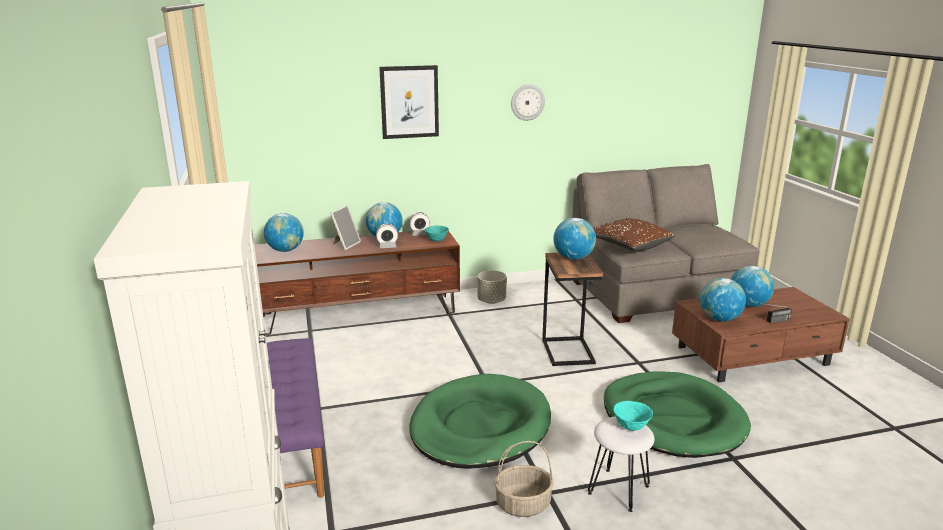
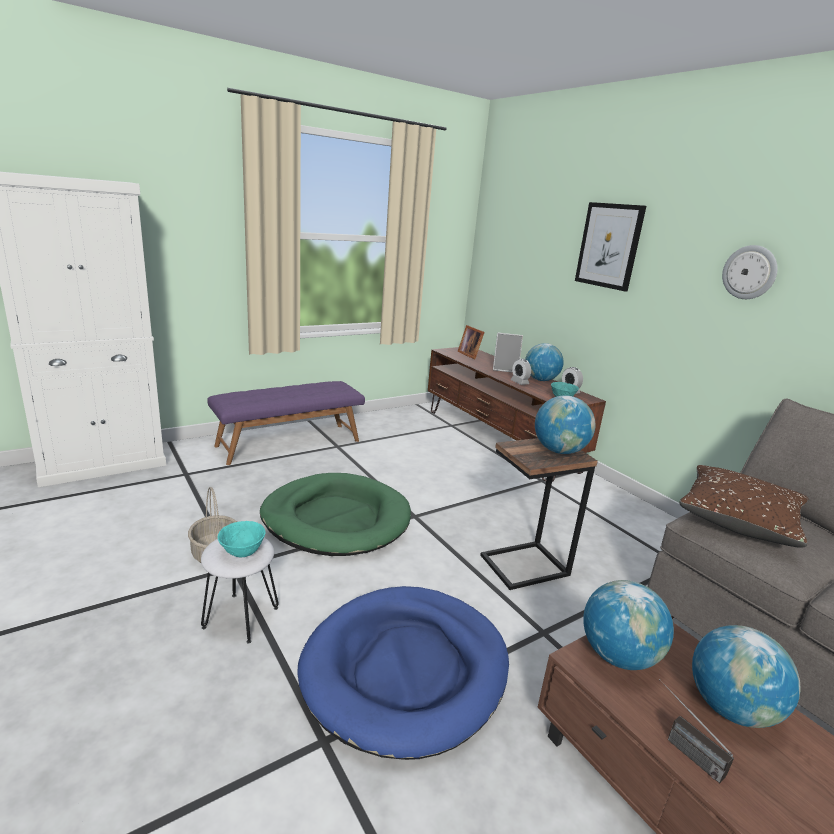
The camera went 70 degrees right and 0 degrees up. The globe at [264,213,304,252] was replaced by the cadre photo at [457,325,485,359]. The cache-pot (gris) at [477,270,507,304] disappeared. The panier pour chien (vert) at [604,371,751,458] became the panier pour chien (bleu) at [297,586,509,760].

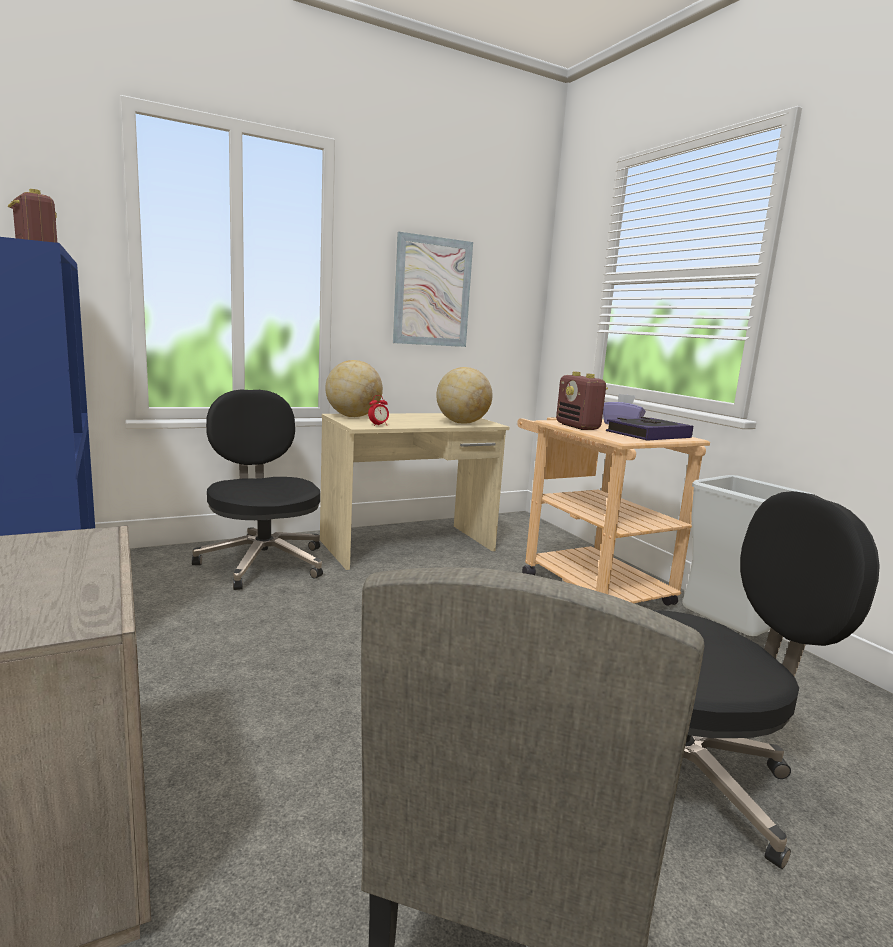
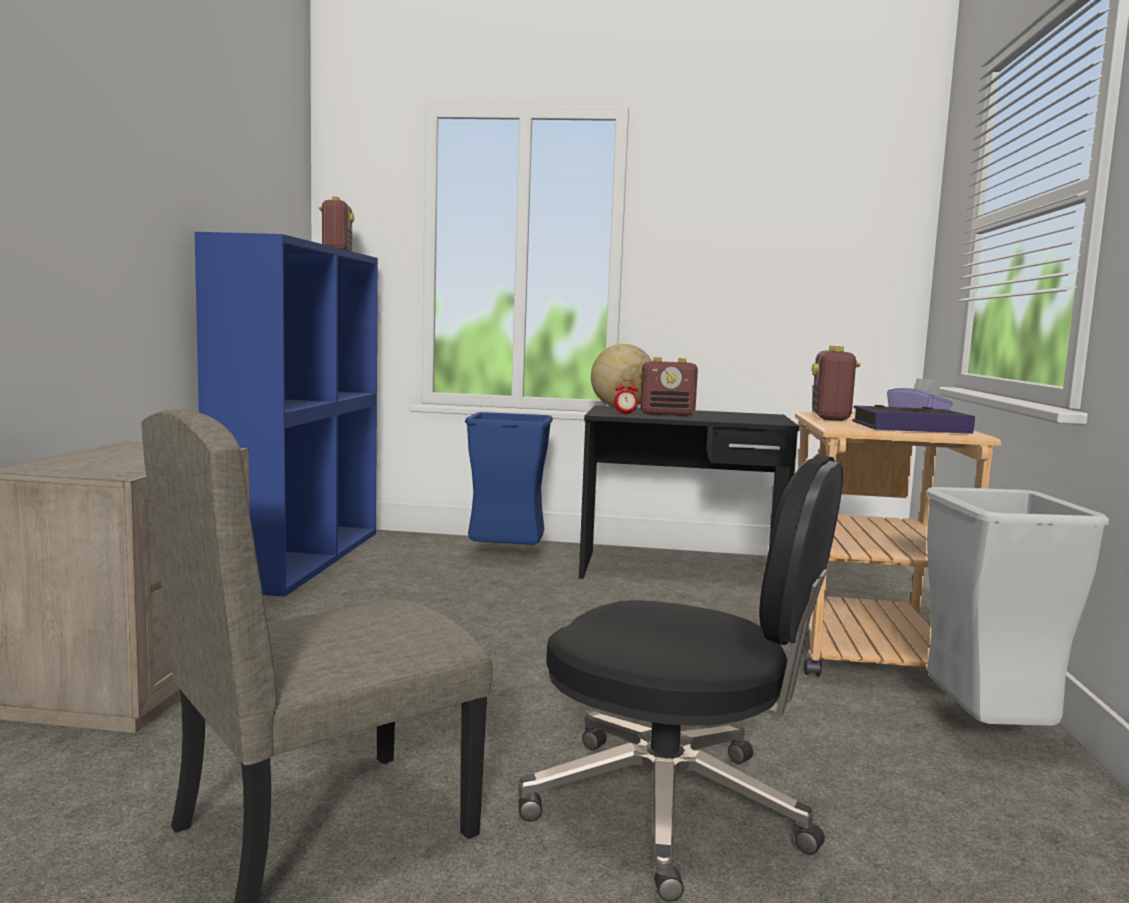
The camera went 35 degrees right and 5 degrees down. The chaise de bureau (noir) at [192,389,323,590] was replaced by the poubelle (bleu) at [465,412,553,545]. The bureau (beige) at [320,413,509,570] became the bureau (noir) at [579,406,800,579]. The tableau at [393,232,473,347] disappeared. The globe at [436,367,492,424] disappeared. The radio at [640,357,698,416] appeared.

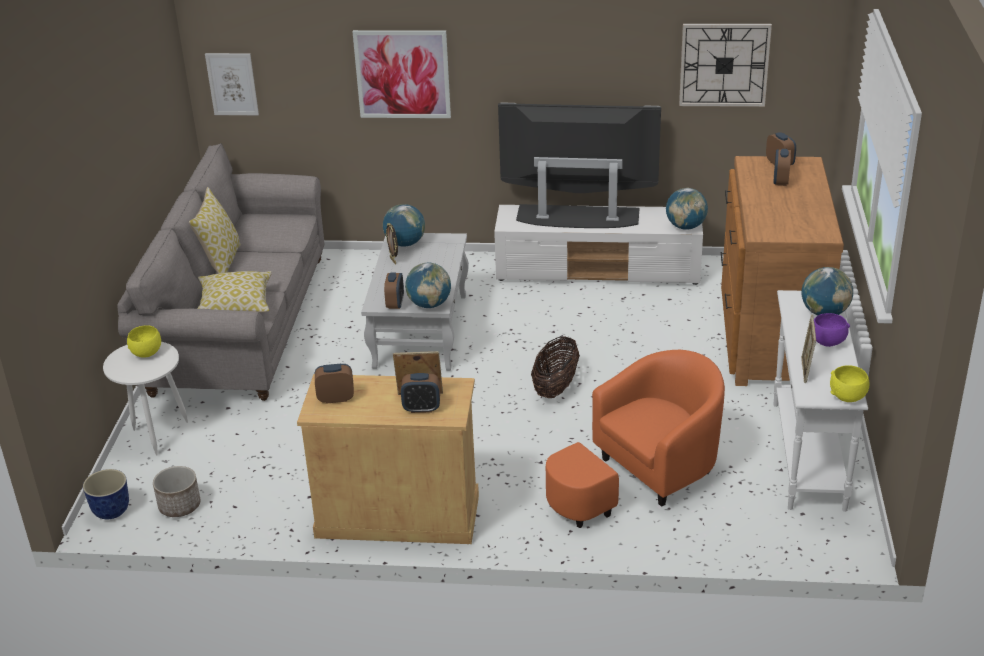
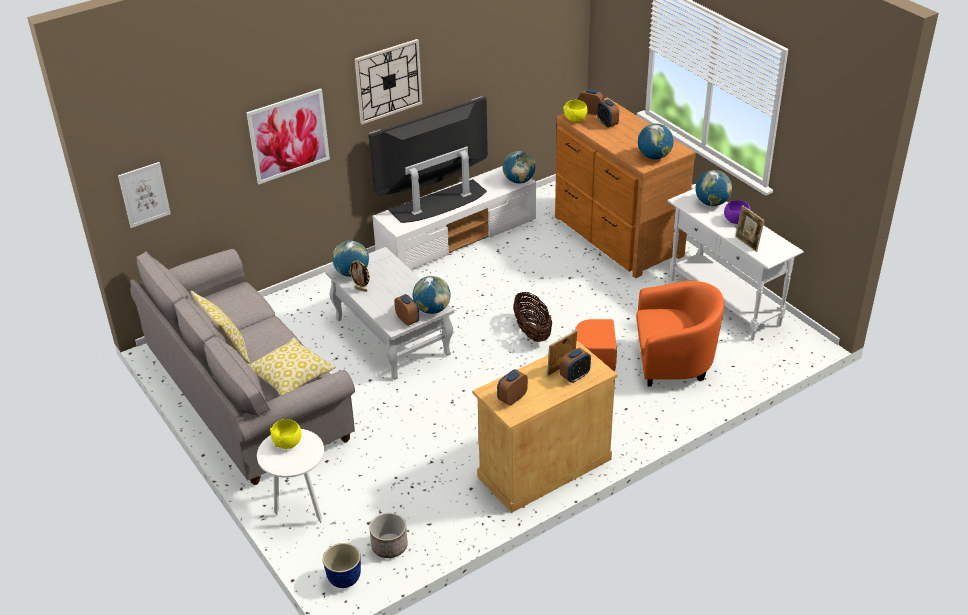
The camera went 40 degrees left and 5 degrees up. The fauteuil (orange) at [546,350,725,528] turned 75 degrees clockwise. The horloge murale moved from [679,24,772,107] to [355,39,422,125]. The bol (jaune) moved from [830,365,869,402] to [563,100,588,122]. The globe at [638,123,674,159] appeared.

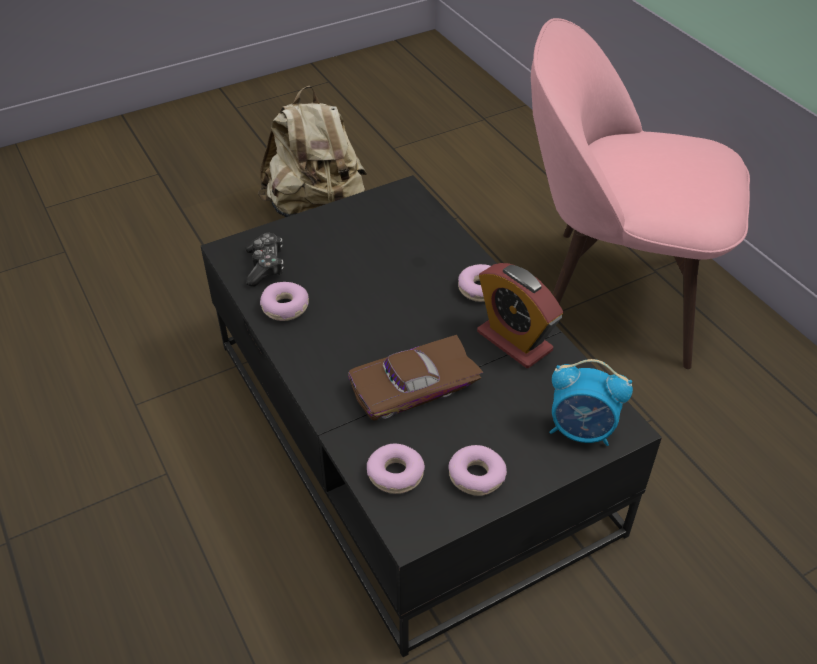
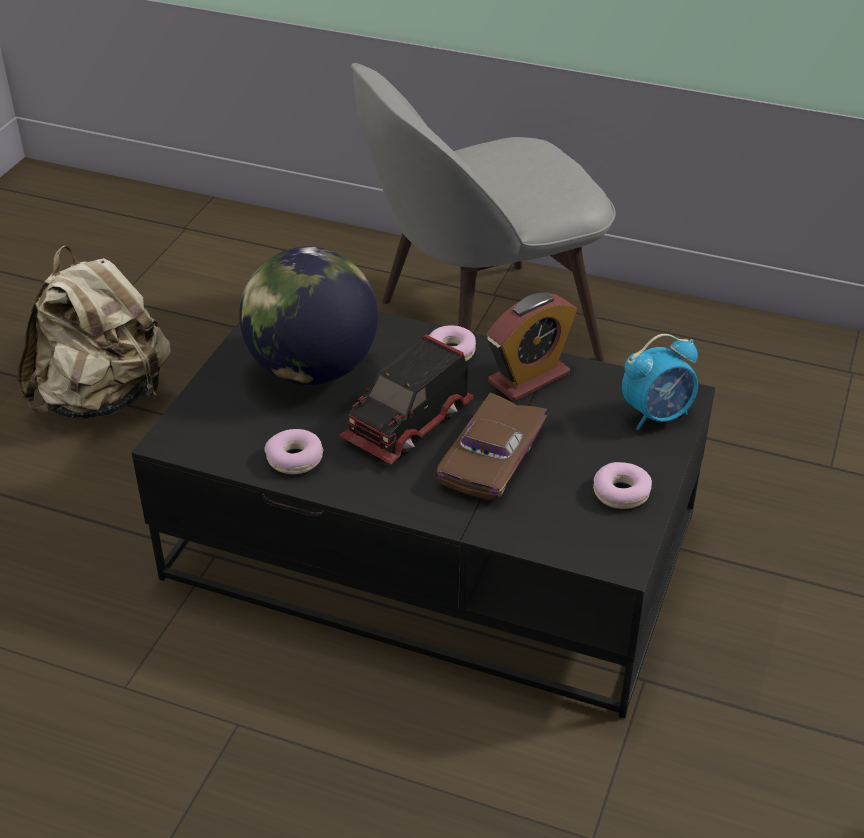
The camera went 40 degrees left and 5 degrees down. The manette at [245,233,284,287] disappeared. The beignet at [367,444,425,494] disappeared. The réveil at [477,263,563,368] turned 45 degrees counterclockwise. The chaise (rose) at [531,18,750,369] became the chaise (gris) at [351,63,616,362]. The globe at [239,246,378,385] appeared. The camion jouet at [339,335,474,465] appeared.

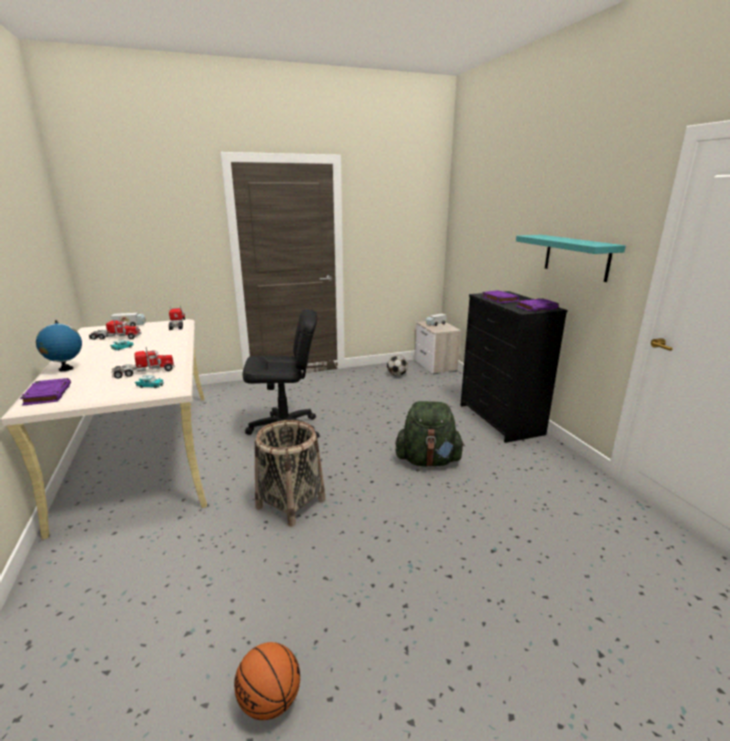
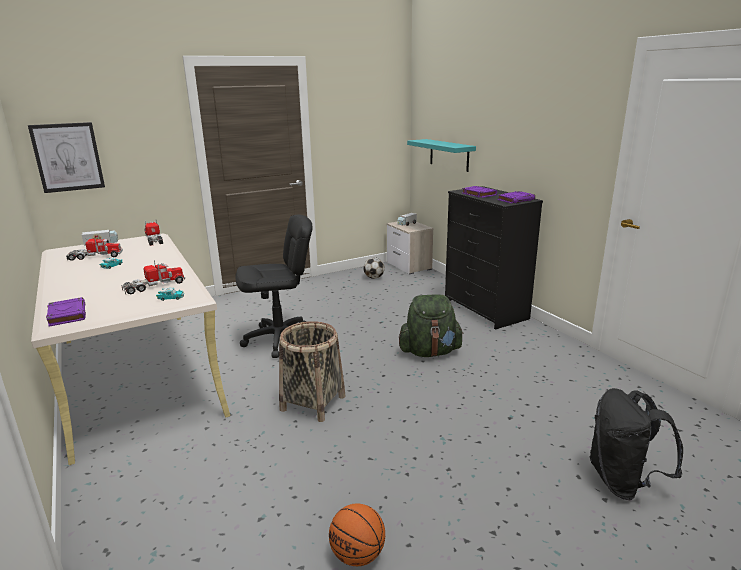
The camera went 10 degrees left and 0 degrees up. The globe at [36,320,82,371] disappeared. The étagère (turquoise) moved from [516,235,626,282] to [407,139,476,172]. The tableau at [28,122,105,193] appeared. The sac à dos (noir) at [589,388,683,500] appeared.

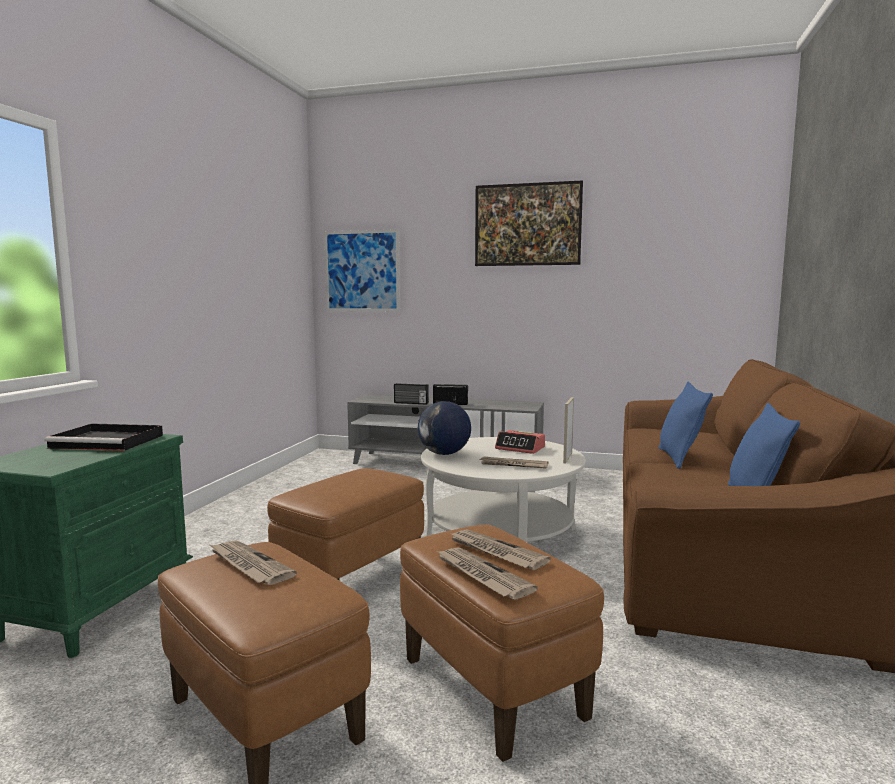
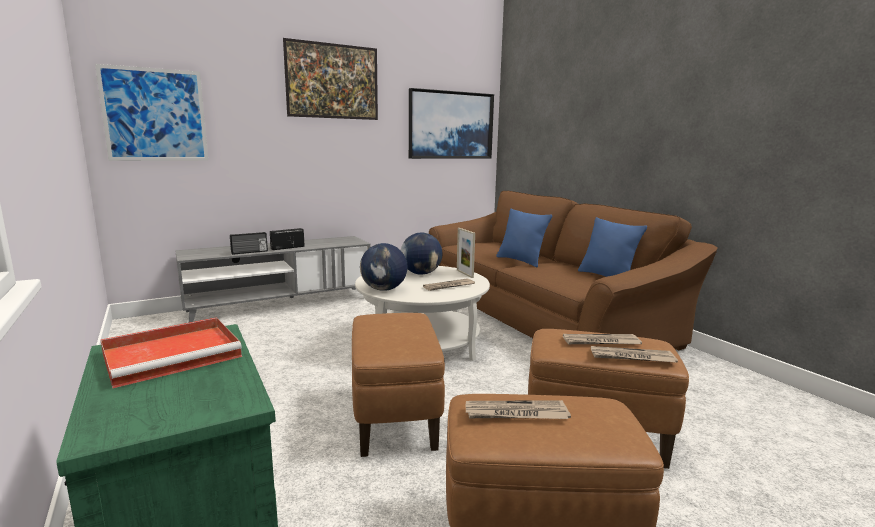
The camera went 45 degrees left and 5 degrees up. The plateau (noir) at [45,423,163,451] became the plateau (rouge) at [101,317,242,388]. The réveil at [495,430,545,454] was replaced by the globe at [401,232,442,275]. The tableau at [409,88,494,159] appeared.

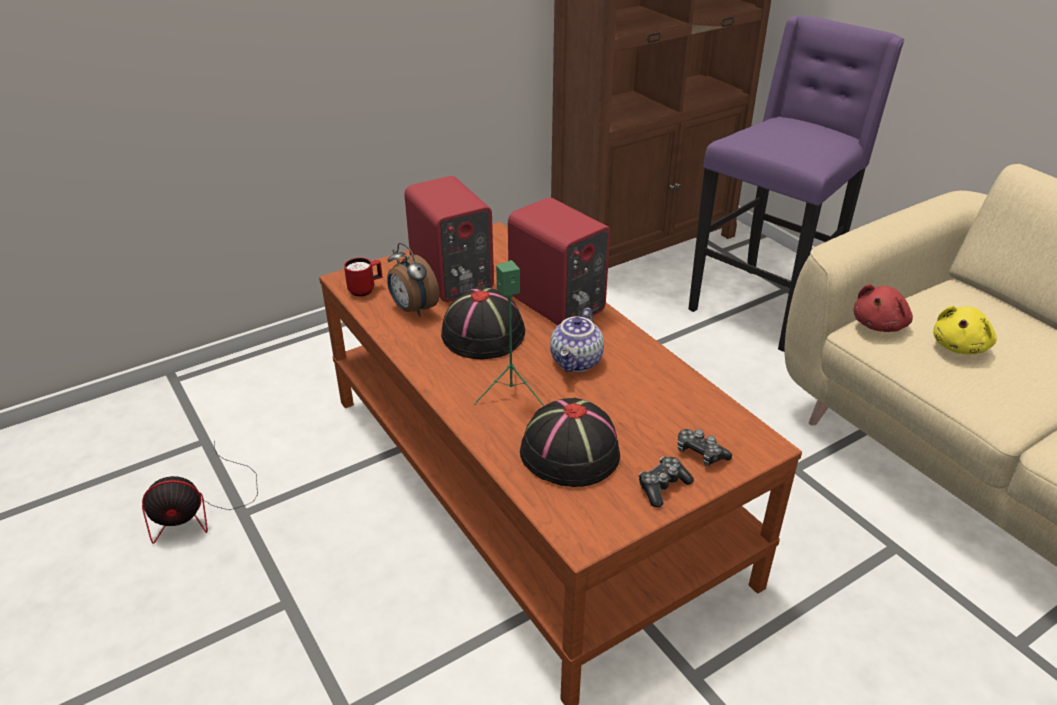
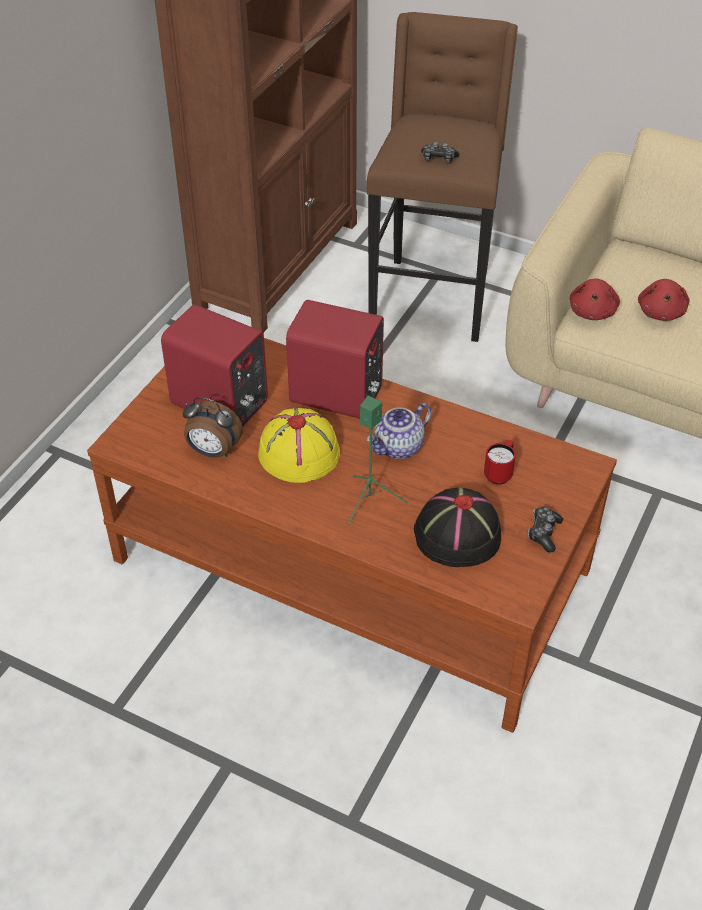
The camera went 30 degrees left and 10 degrees up. The ventilateur at [142,441,258,544] disappeared. The mug (rouge) moved from [344,257,383,297] to [484,439,516,485]. The chapeau (noir) at [441,287,525,359] became the chapeau (jaune) at [258,408,340,483]. The théière at [550,308,604,372] turned 60 degrees clockwise. The manette moved from [678,429,732,466] to [421,142,459,163]. The tabouret (violet) at [688,15,905,352] became the tabouret (marron) at [367,12,518,342]. The peluche (jaune) at [933,306,997,354] became the peluche (rouge) at [638,279,689,321].

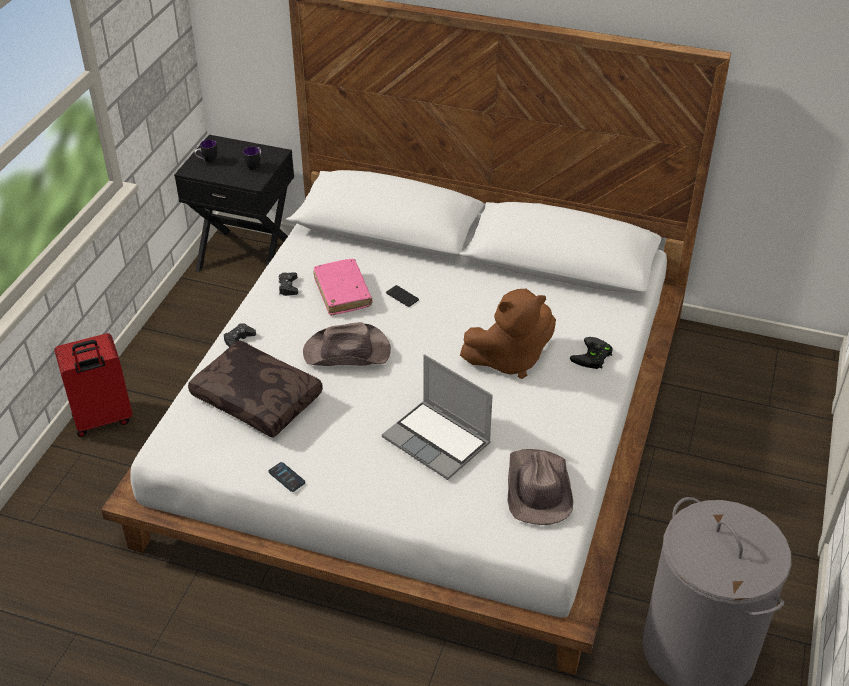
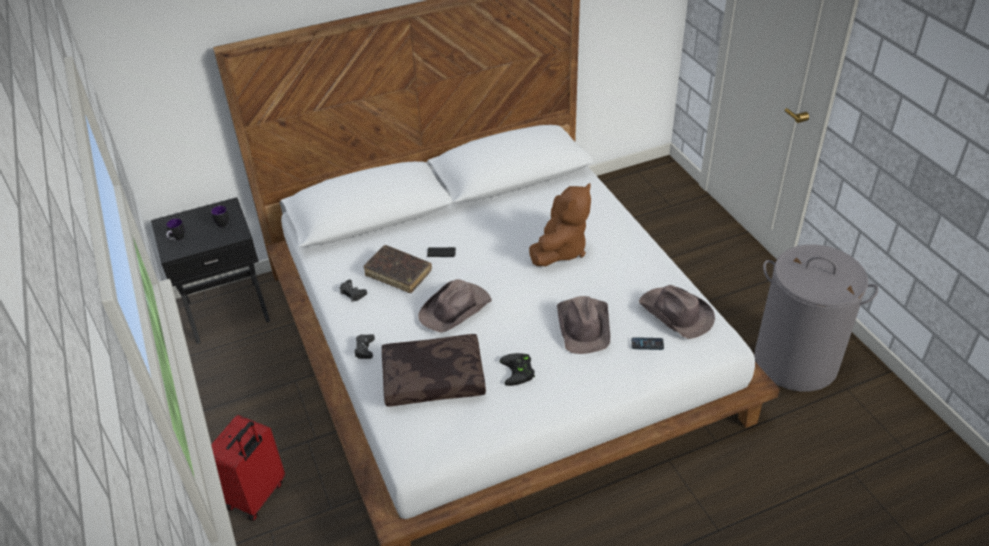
The camera went 40 degrees left and 0 degrees up. The téléphone moved from [269,462,305,492] to [631,337,664,350]. The livre (rose) at [313,259,372,316] became the livre (marron) at [364,245,432,293]. The ordinateur portable at [382,354,493,480] was replaced by the chapeau (marron) at [557,296,610,354]. The manette (noir) moved from [570,337,613,369] to [499,353,535,386].

